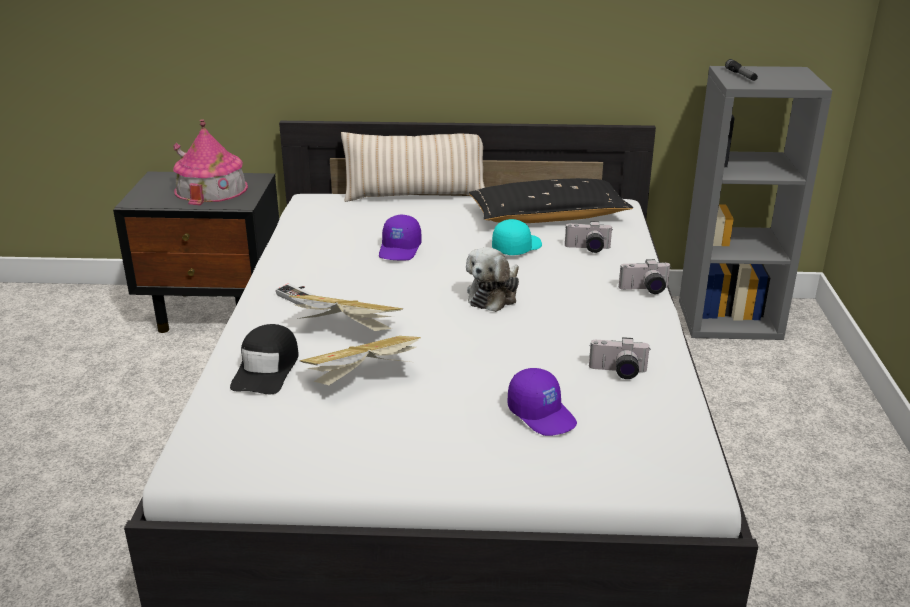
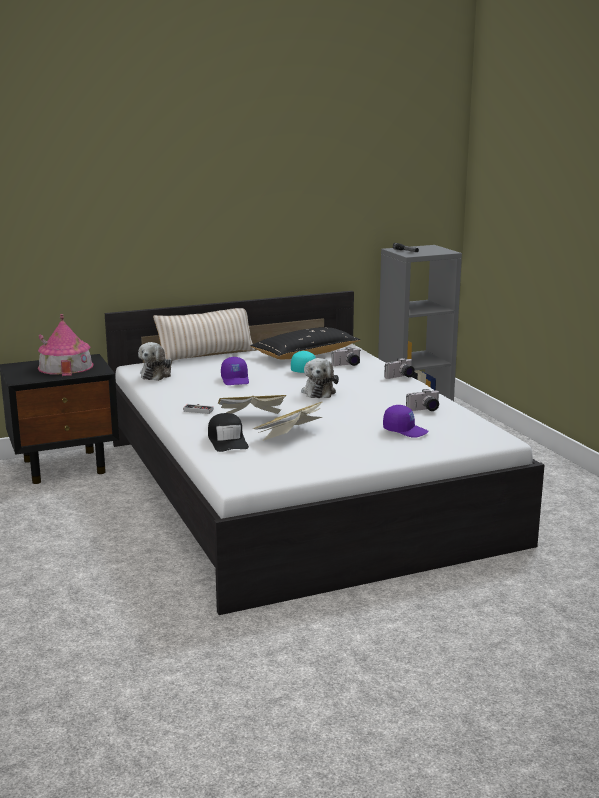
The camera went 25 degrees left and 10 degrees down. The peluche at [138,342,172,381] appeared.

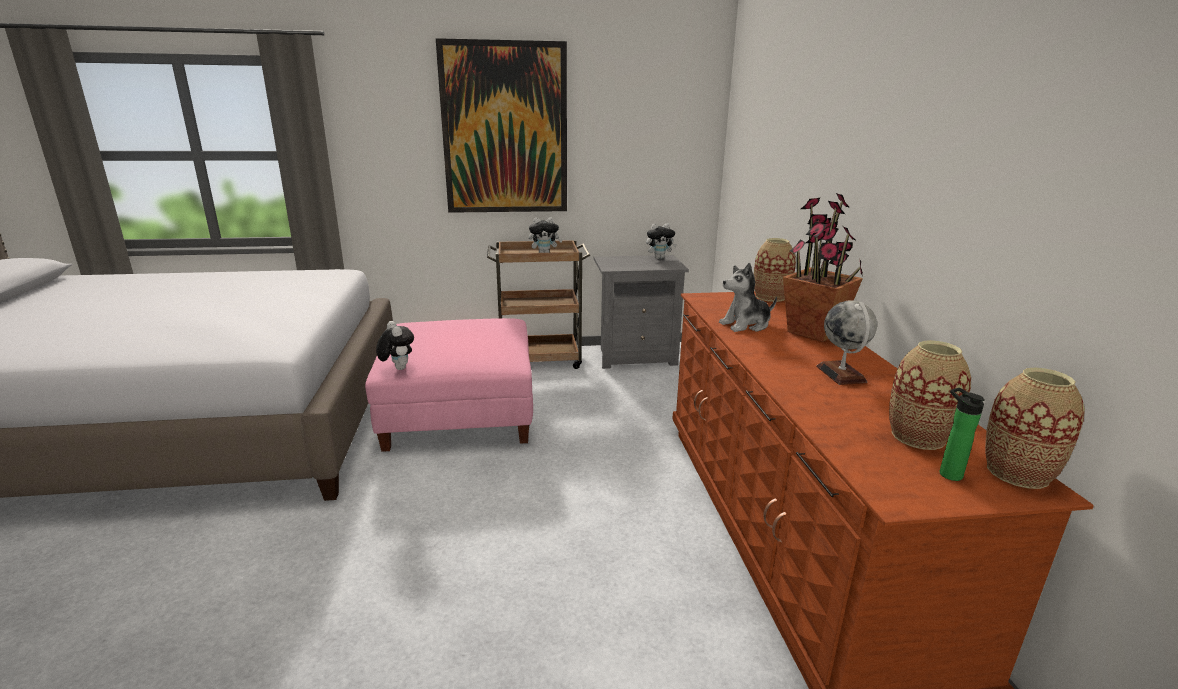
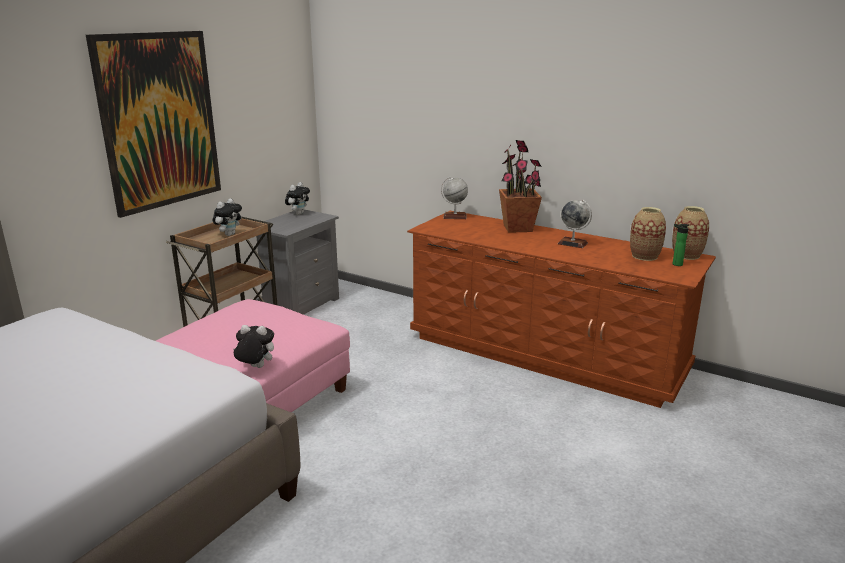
The camera went 50 degrees left and 0 degrees up. The peluche at [719,263,777,332] disappeared. The vase at [754,238,796,302] was replaced by the globe at [441,176,468,219].

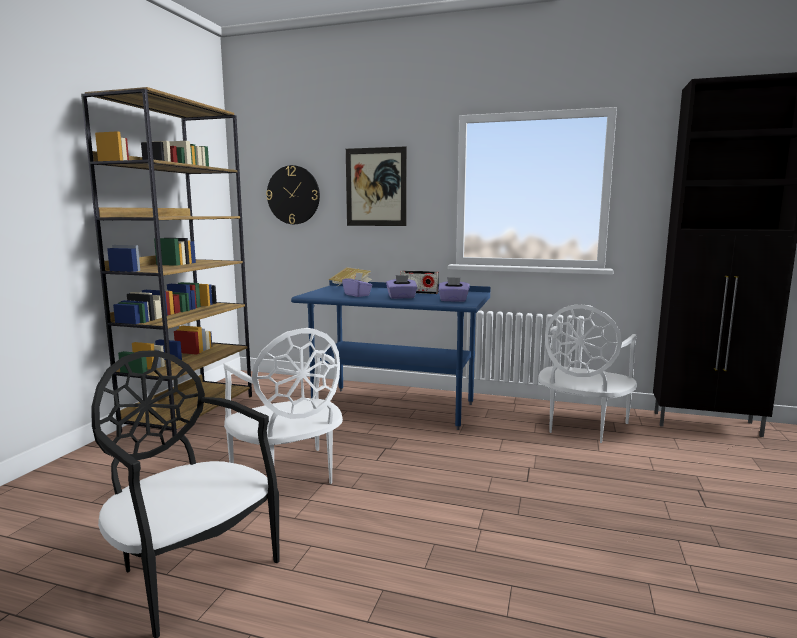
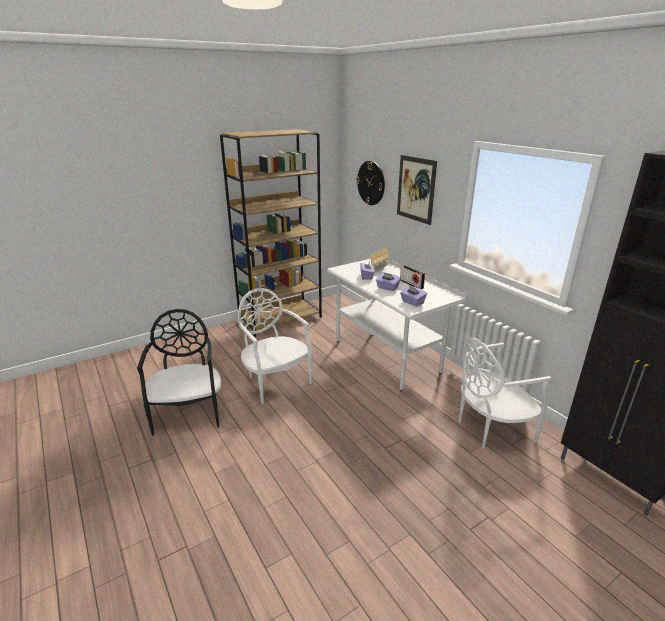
The camera went 40 degrees right and 15 degrees up. The chaise (blanc) at [224,328,343,484] turned 135 degrees clockwise. The bureau (bleu) at [291,280,491,430] became the bureau (blanc) at [327,259,466,392].

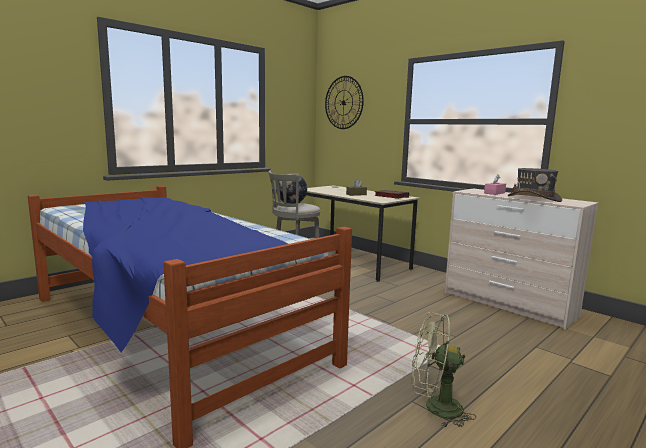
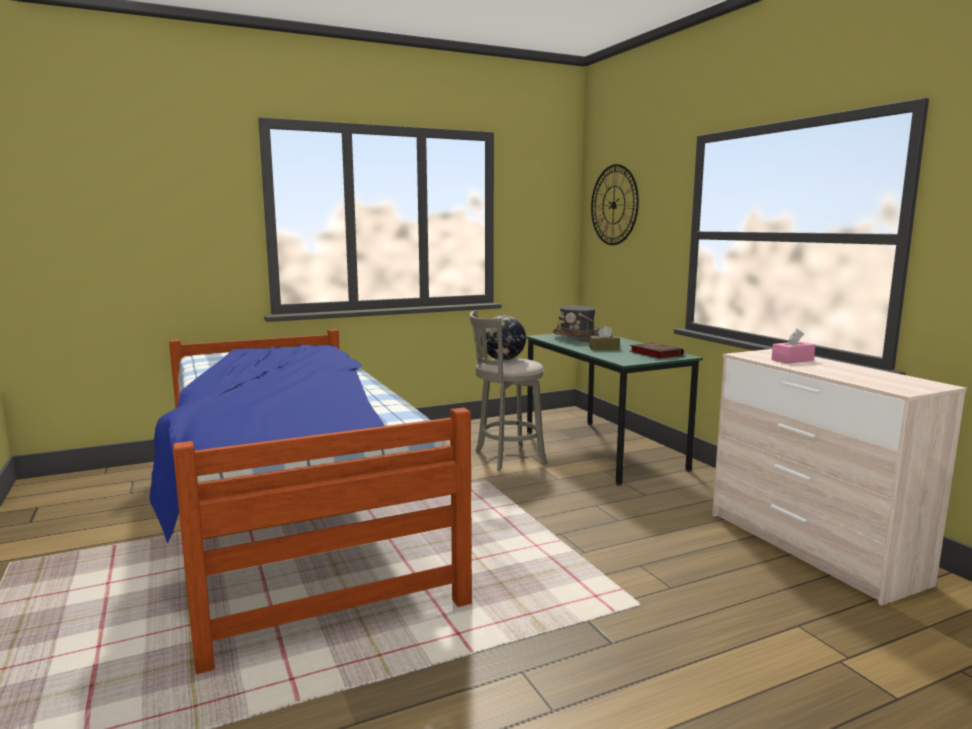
The camera went 20 degrees right and 0 degrees up. The bureau (beige) at [299,186,420,282] became the bureau (vert) at [526,334,703,486]. The ventilateur (vert) at [412,312,476,428] disappeared. The chapeau (gris) moved from [508,168,562,202] to [553,306,600,342].

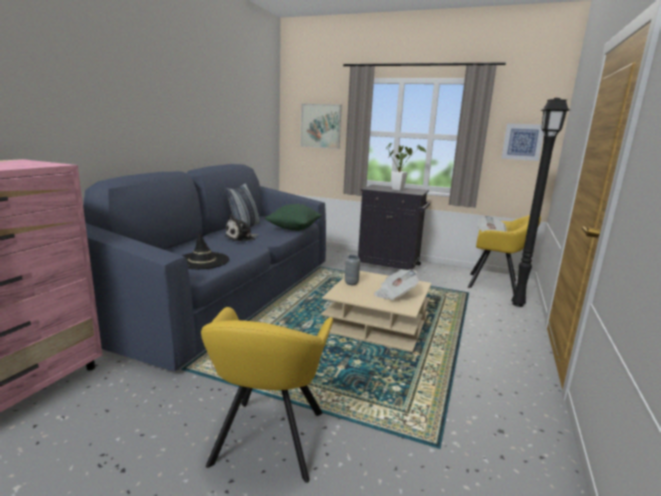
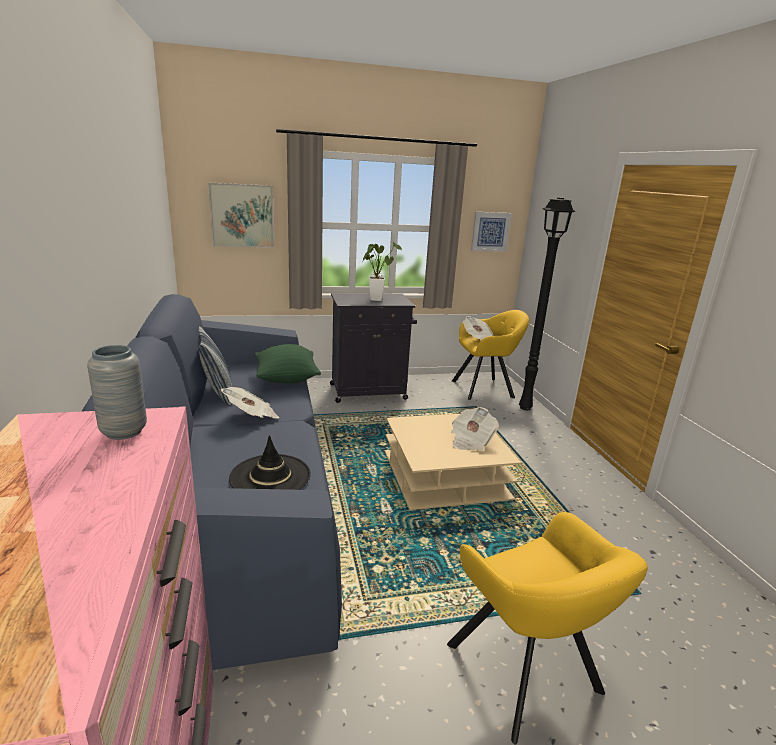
The camera went 35 degrees left and 5 degrees up. The peluche at [224,215,258,242] was replaced by the journal at [221,387,279,419]. The vase (gris) moved from [345,255,360,285] to [87,345,147,440].

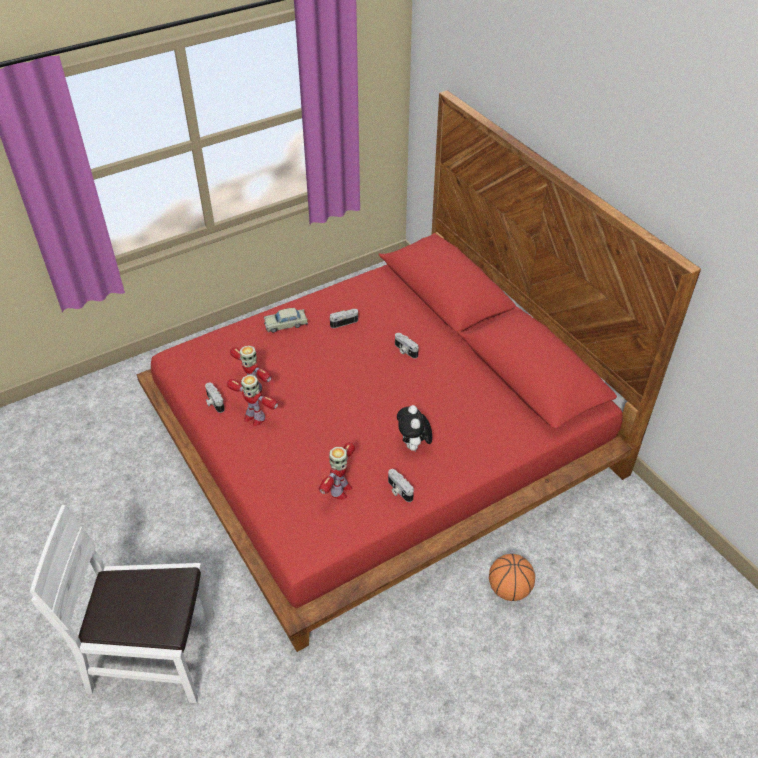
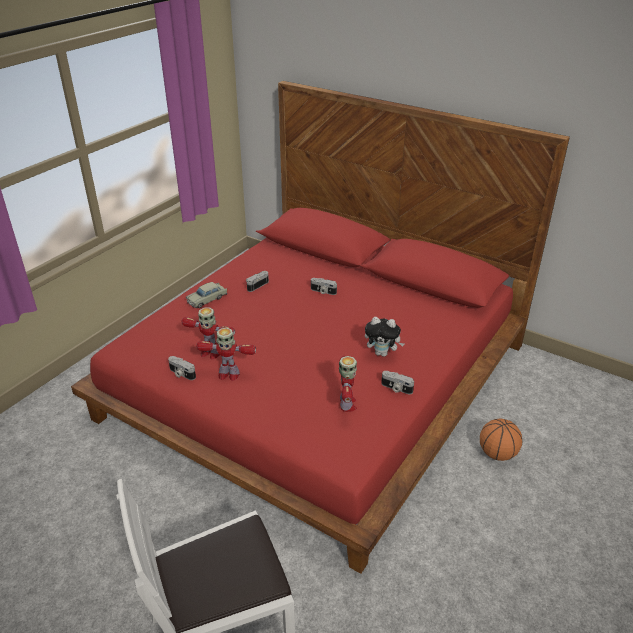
The camera went 25 degrees left and 10 degrees down. The peluche at [397,405,432,453] turned 45 degrees counterclockwise.

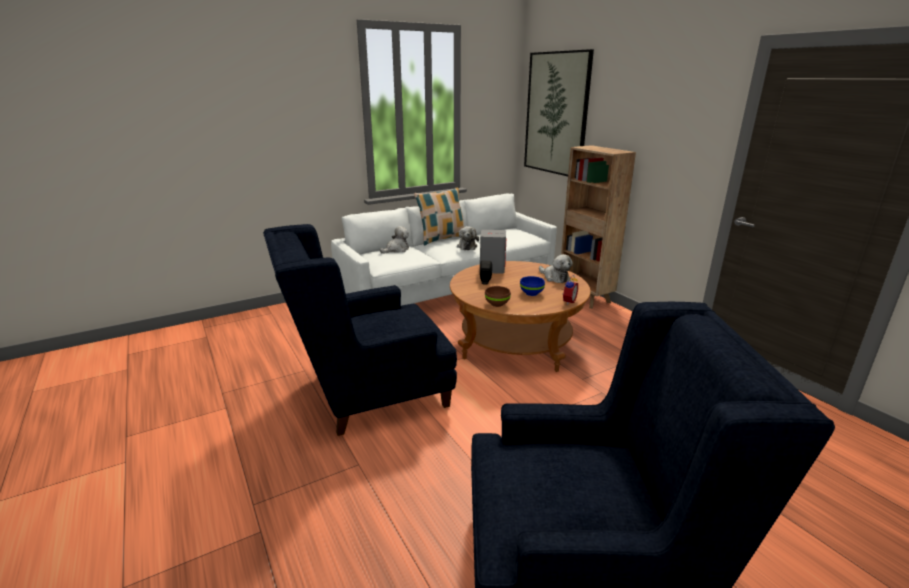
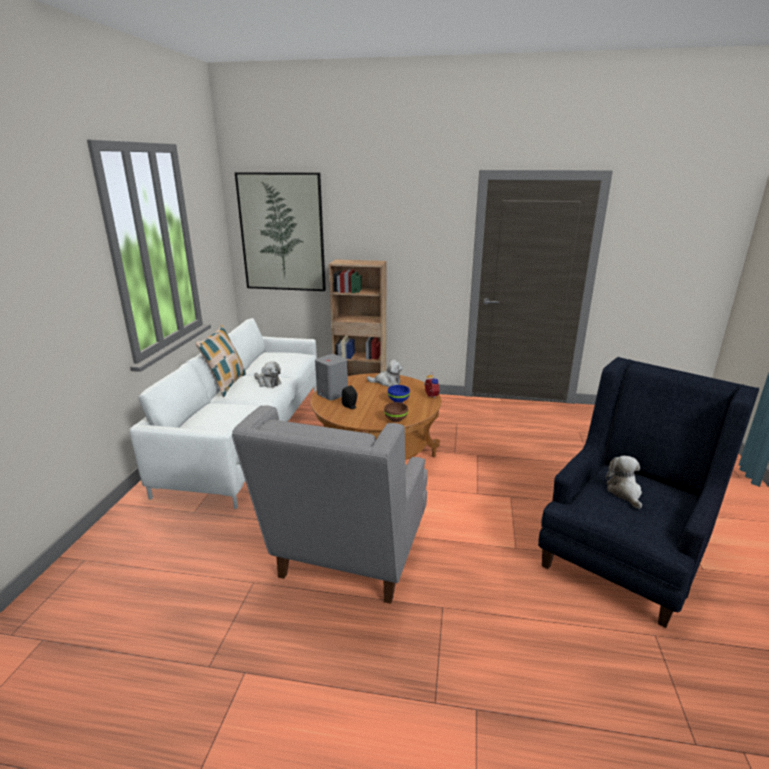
The camera went 50 degrees left and 0 degrees up. The fauteuil (bleu) at [263,224,457,436] became the fauteuil (gris) at [232,405,427,604]. The peluche moved from [380,226,409,253] to [606,456,642,509].

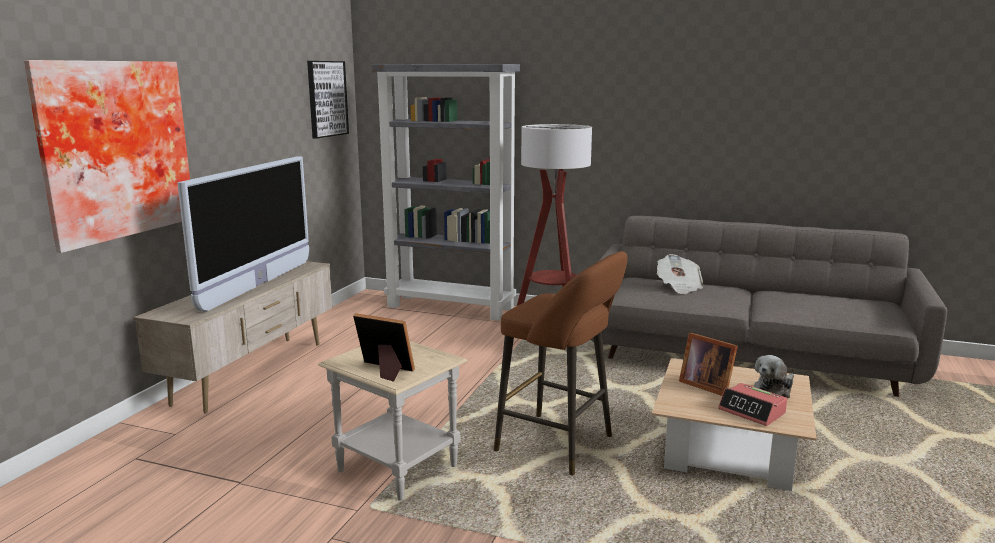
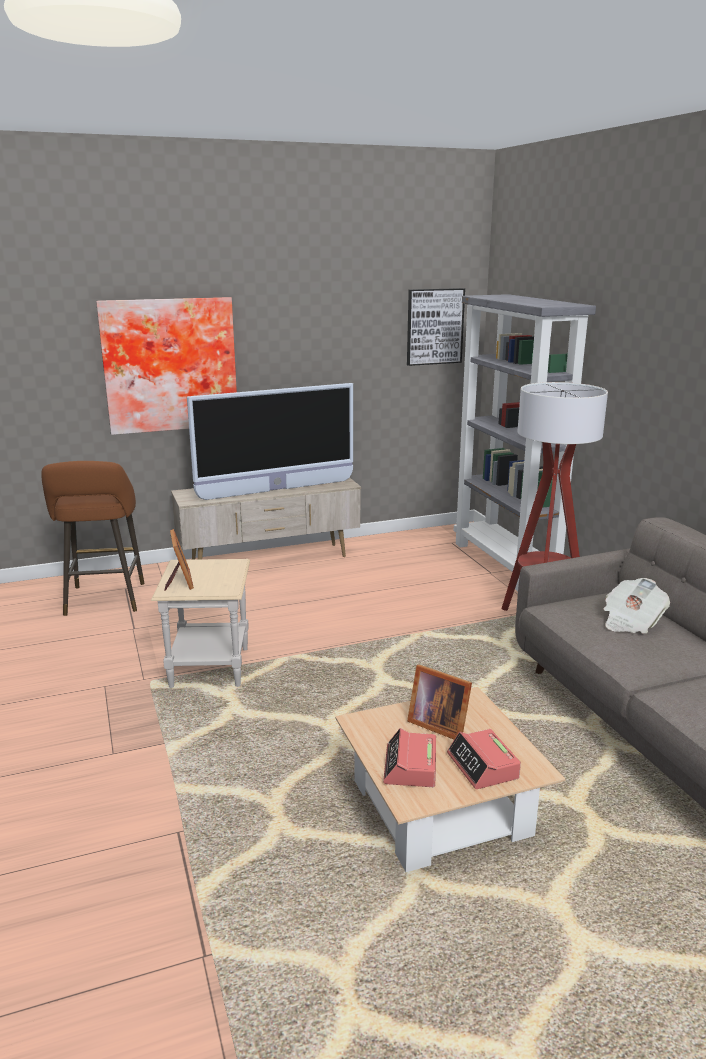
The camera went 50 degrees right and 5 degrees up. The tabouret (marron) moved from [494,251,628,476] to [41,461,144,616]. The cadre photo at [679,333,738,396] turned 60 degrees counterclockwise. The peluche at [754,355,794,398] was replaced by the réveil at [447,729,521,789].

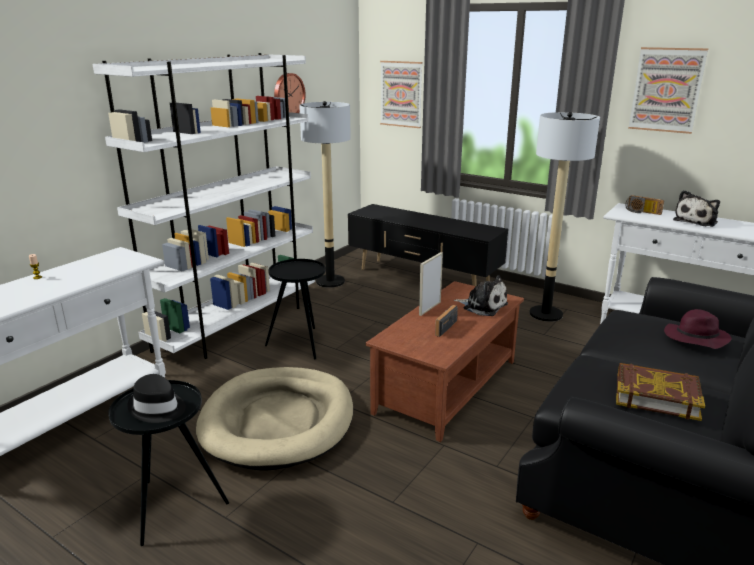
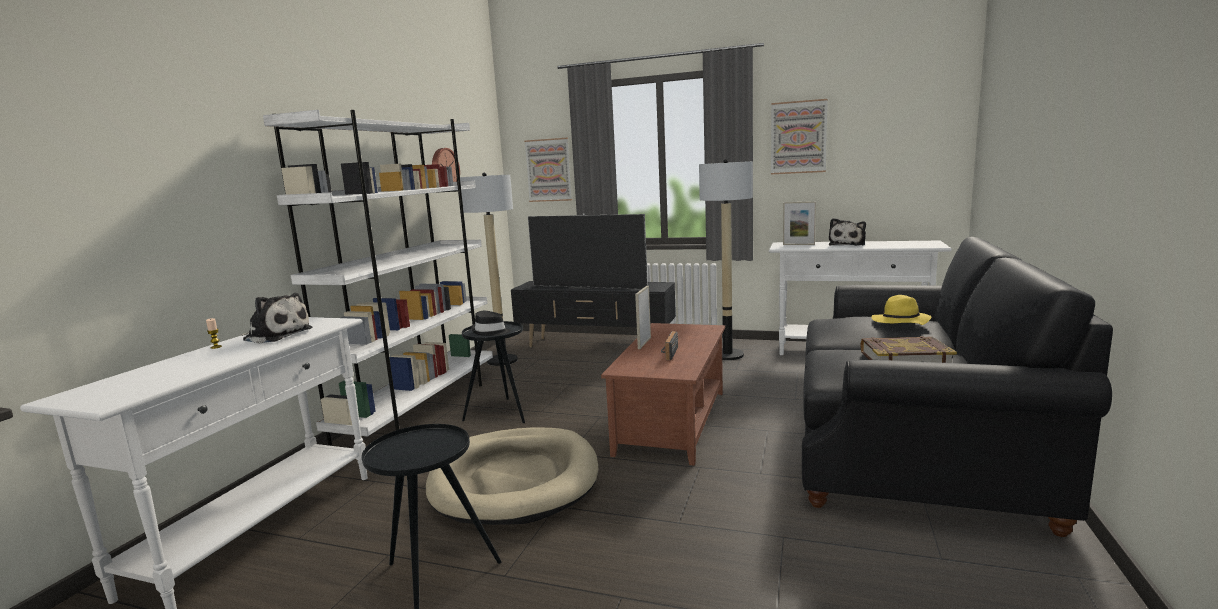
The camera went 15 degrees left and 10 degrees down. The chapeau (noir) moved from [127,374,186,423] to [471,311,511,336]. The peluche moved from [454,275,508,316] to [241,293,313,344]. The radio at [625,195,664,215] was replaced by the cadre photo at [783,201,816,245]. The chapeau (violet) at [664,309,732,349] became the chapeau (jaune) at [871,295,931,325]. The téléviseur at [528,214,648,289] appeared.

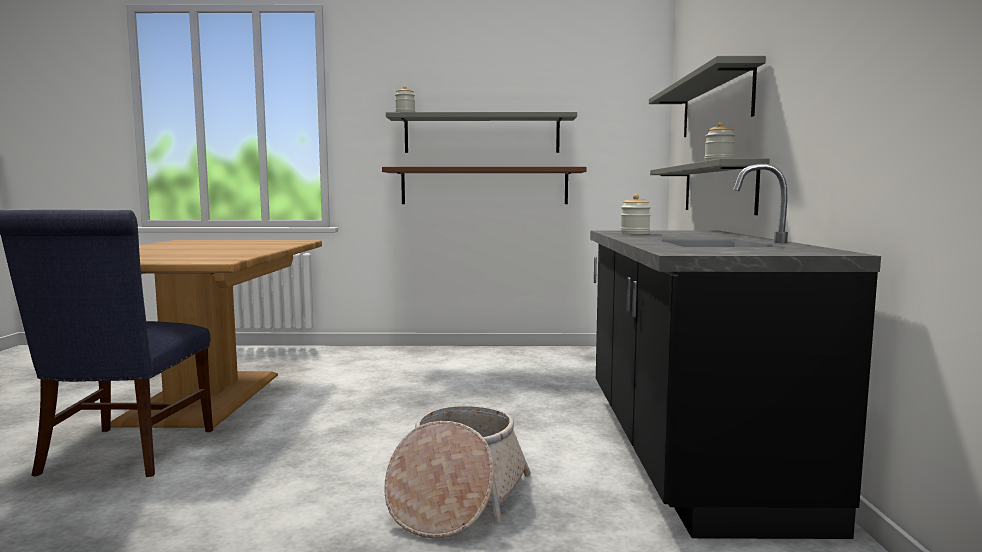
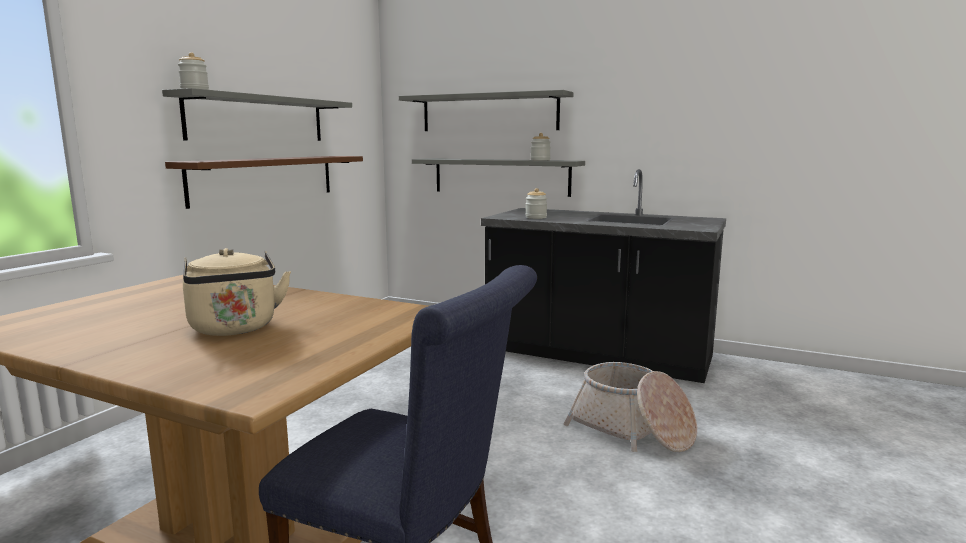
The camera went 65 degrees left and 5 degrees up. The bouilloire (beige) at [183,248,291,336] appeared.

